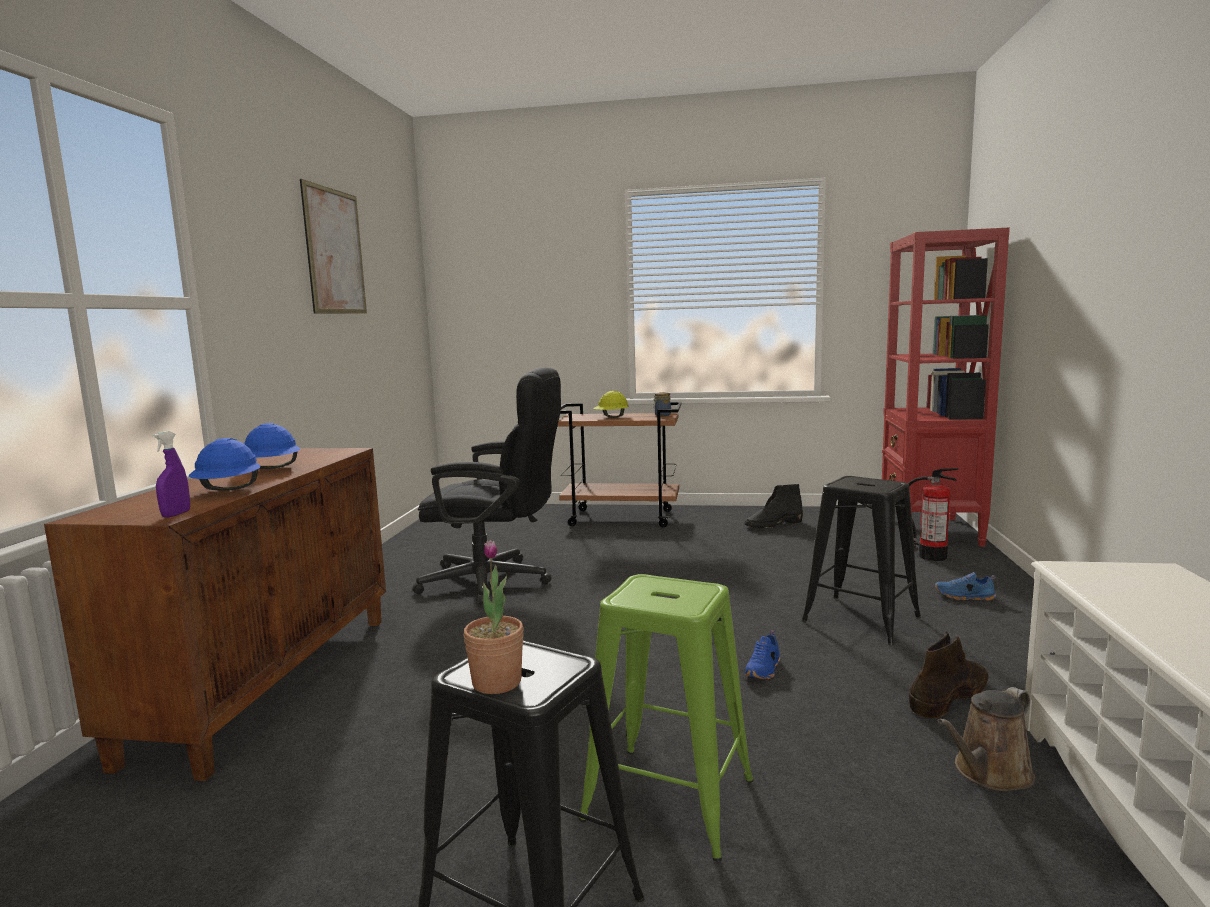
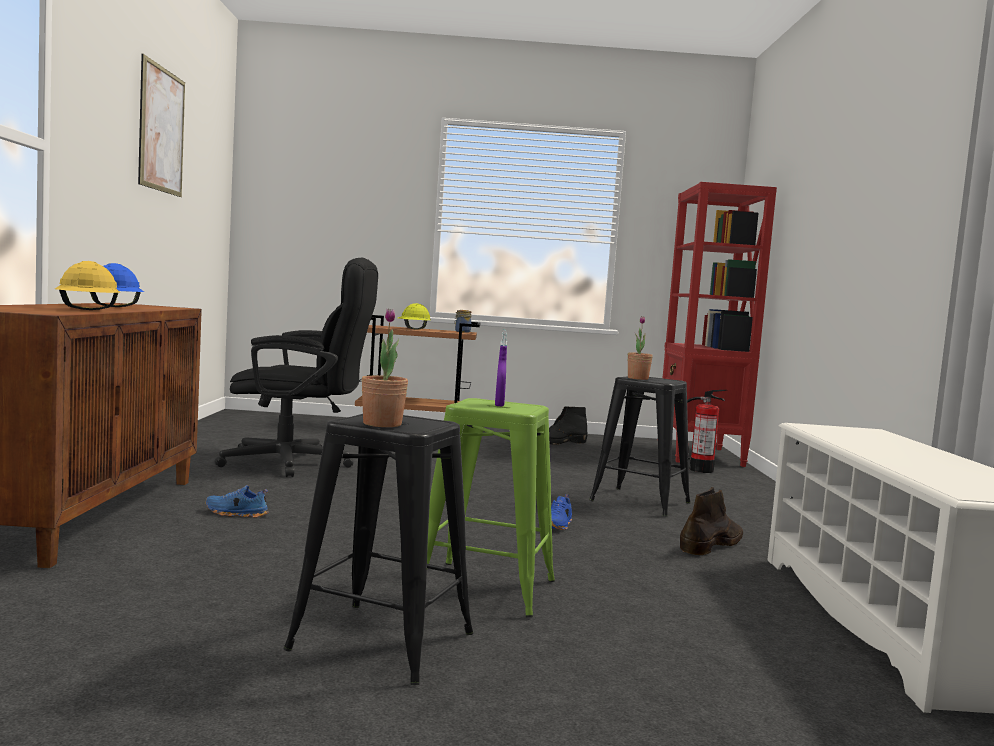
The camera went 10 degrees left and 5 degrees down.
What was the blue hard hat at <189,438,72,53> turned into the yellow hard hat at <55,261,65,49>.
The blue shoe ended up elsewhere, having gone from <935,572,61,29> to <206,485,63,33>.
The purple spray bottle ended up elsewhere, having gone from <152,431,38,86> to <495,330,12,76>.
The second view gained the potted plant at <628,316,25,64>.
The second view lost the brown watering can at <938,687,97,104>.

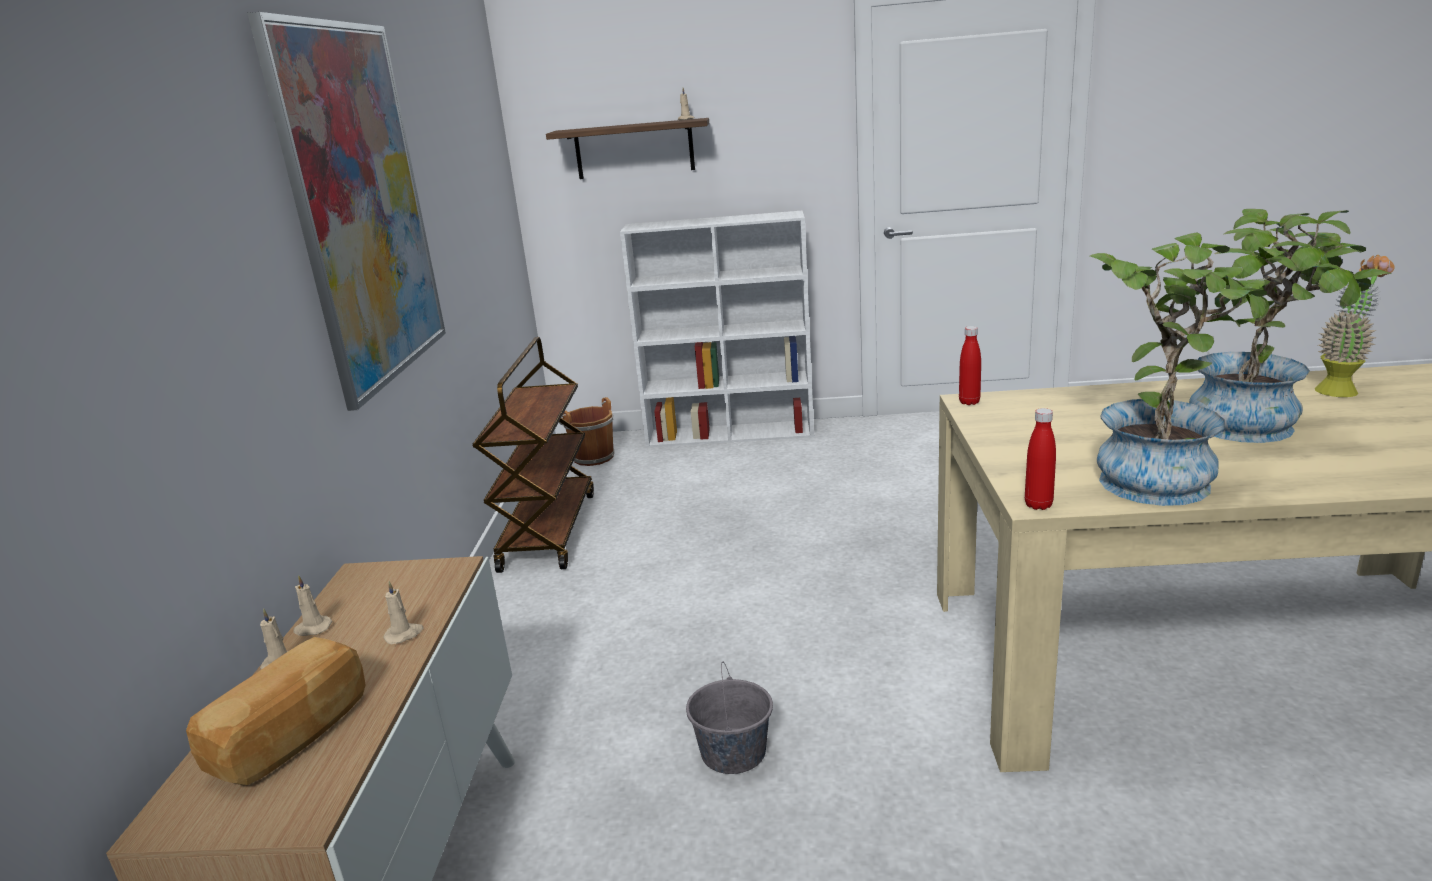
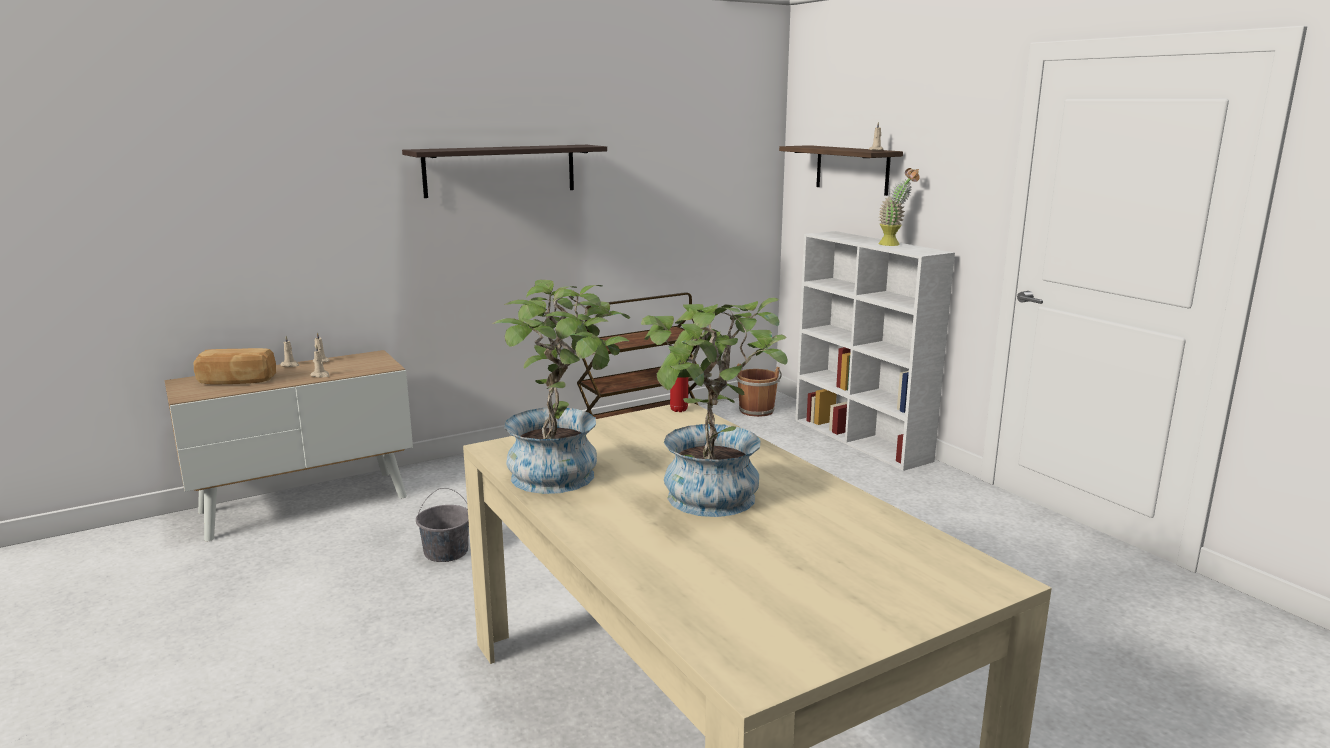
The camera went 55 degrees right and 5 degrees down.
Where the picture hung at <247,12,199,399>, the shelf came to hang at <402,145,205,53>.
The potted plant ended up elsewhere, having gone from <1315,255,80,142> to <878,168,42,78>.
The second view lost the red bottle at <1025,408,31,102>.

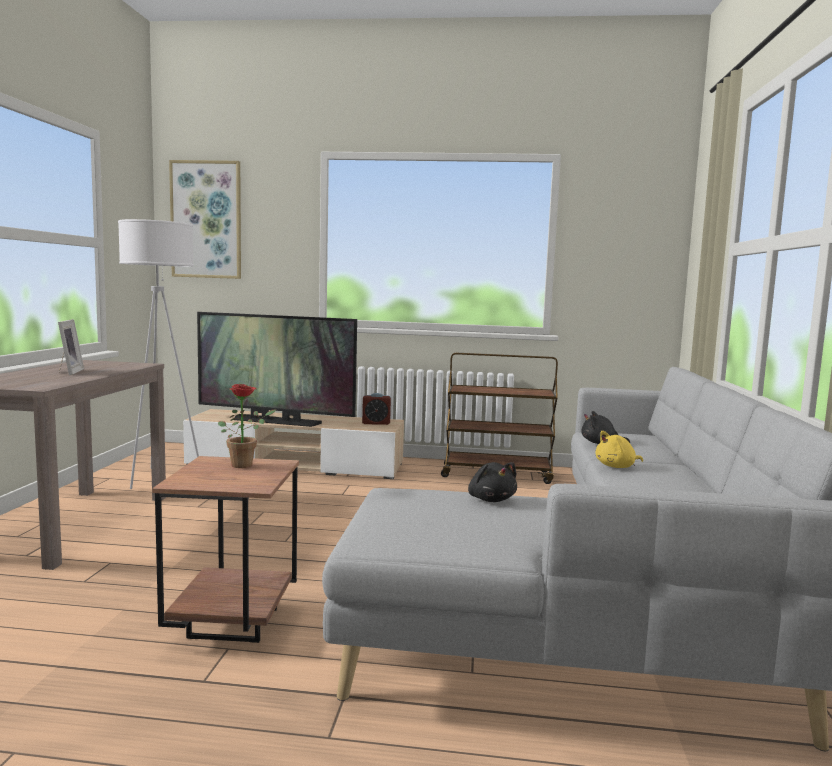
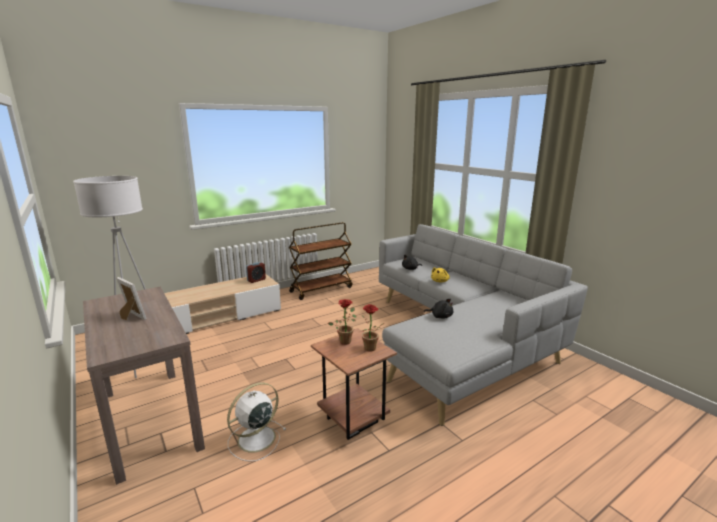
The camera went 40 degrees left and 10 degrees up.
The second view gained the white fan at <227,382,60,80>.
The second view gained the potted plant at <362,304,22,48>.
The second view lost the picture at <169,160,72,119>.
The second view lost the television at <197,312,160,115>.

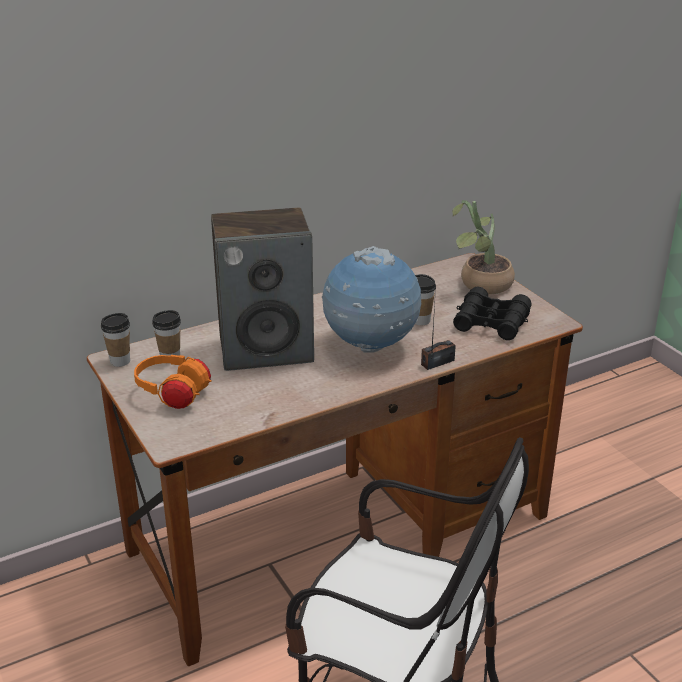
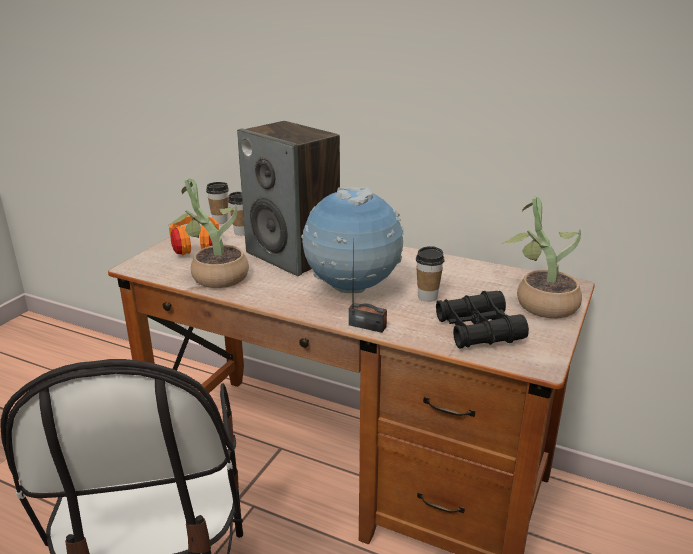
The camera went 55 degrees right and 5 degrees down.
The second view gained the potted plant at <169,178,80,110>.

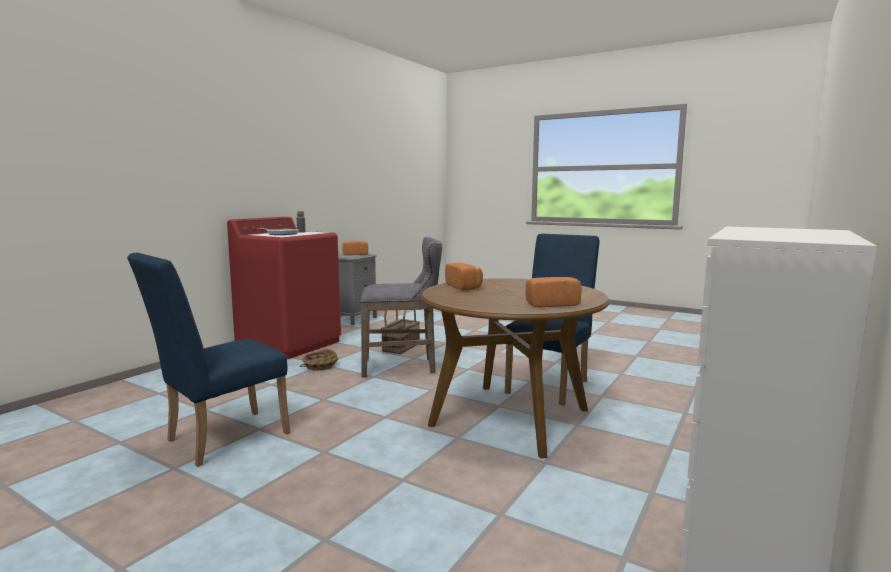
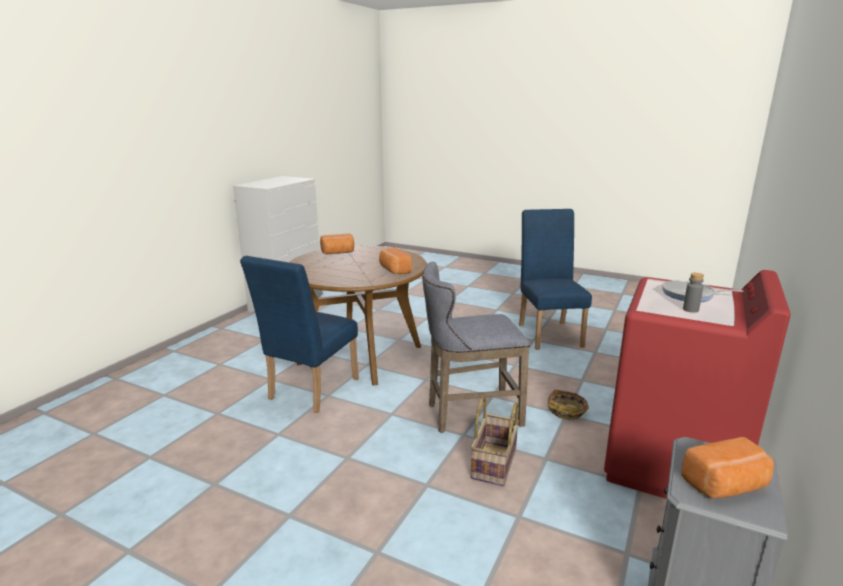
The camera went 175 degrees right and 10 degrees up.
The blue chair at <127,253,163,214> ended up facing another way, 45 degrees counterclockwise from before.

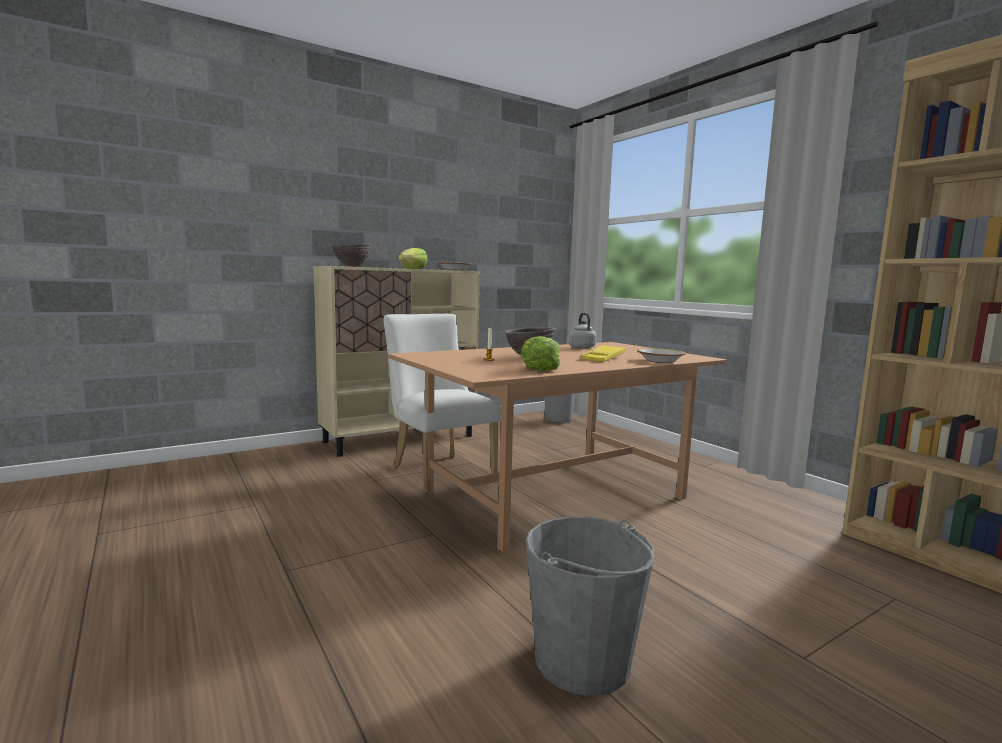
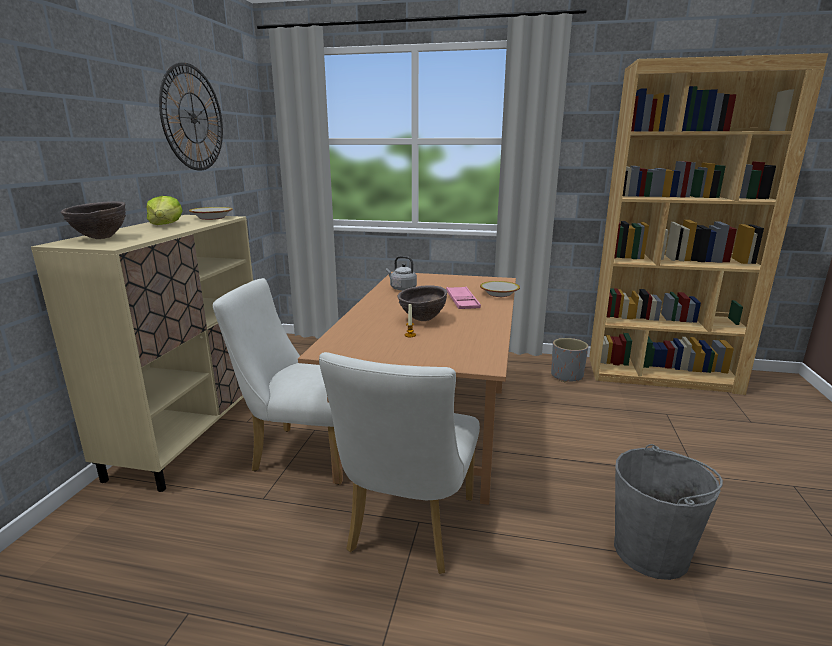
The camera went 45 degrees left and 10 degrees up.
The second view gained the wall clock at <159,62,64,108>.
The second view gained the white chair at <319,352,161,222>.
What was the yellow tray at <581,345,45,17> turned into the pink tray at <446,287,35,22>.
The grey planter ended up elsewhere, having gone from <545,394,29,30> to <551,338,37,44>.
The second view lost the lettuce at <521,336,40,35>.

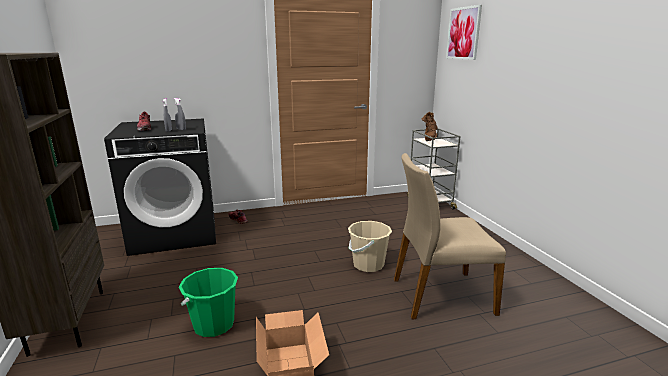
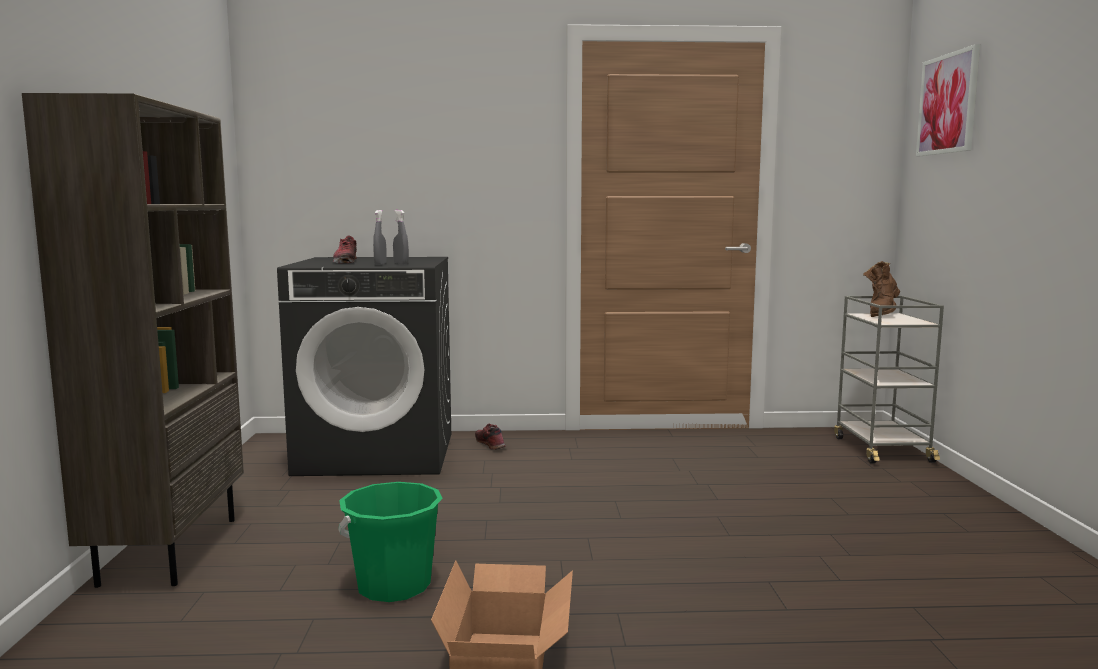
The camera went 15 degrees right and 10 degrees down.
The second view lost the beige bucket at <348,221,44,51>.
The second view lost the beige chair at <394,153,112,166>.

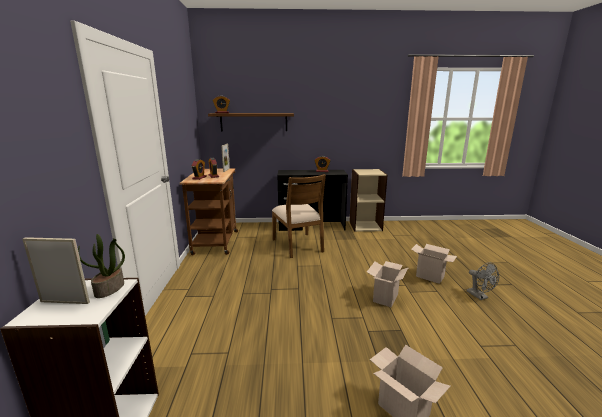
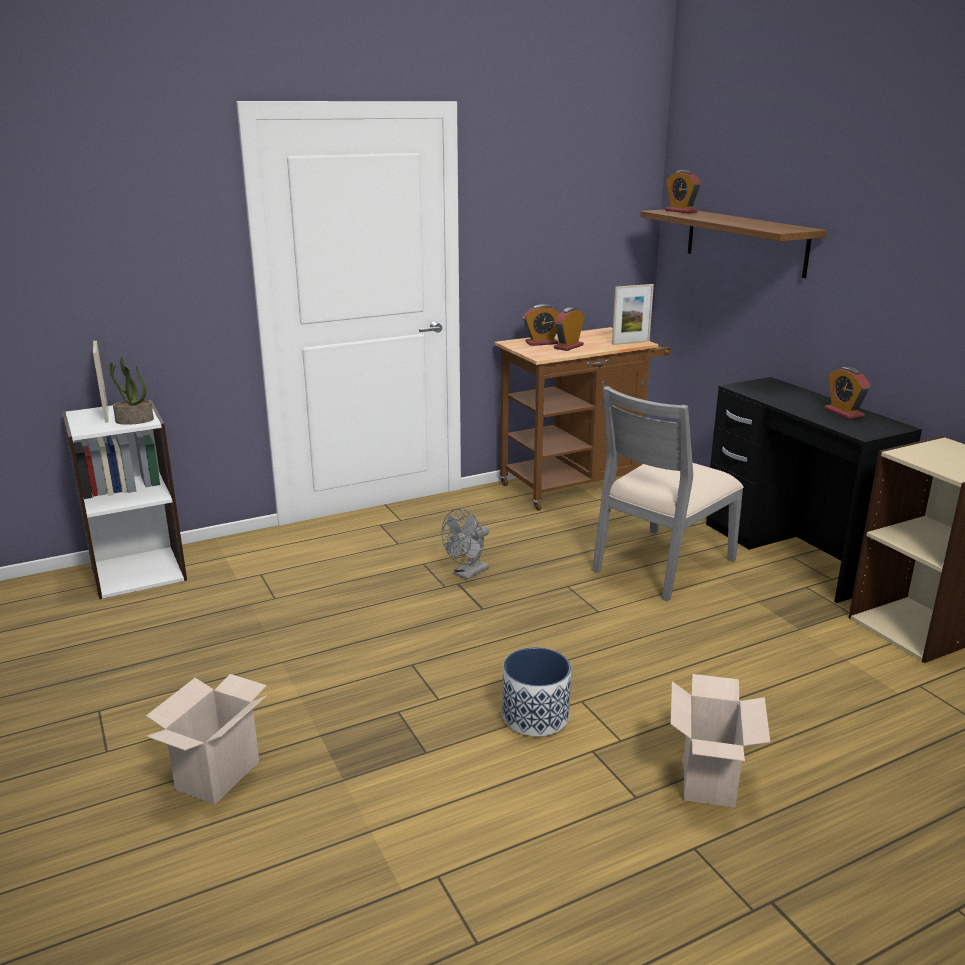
The camera went 65 degrees right and 5 degrees up.
The grey fan ended up elsewhere, having gone from <467,263,32,37> to <442,509,47,71>.
Where the cardboard box stood at <367,261,42,46>, the planter came to stand at <503,647,68,89>.
What was the brown chair at <272,174,54,84> turned into the grey chair at <592,386,152,215>.

